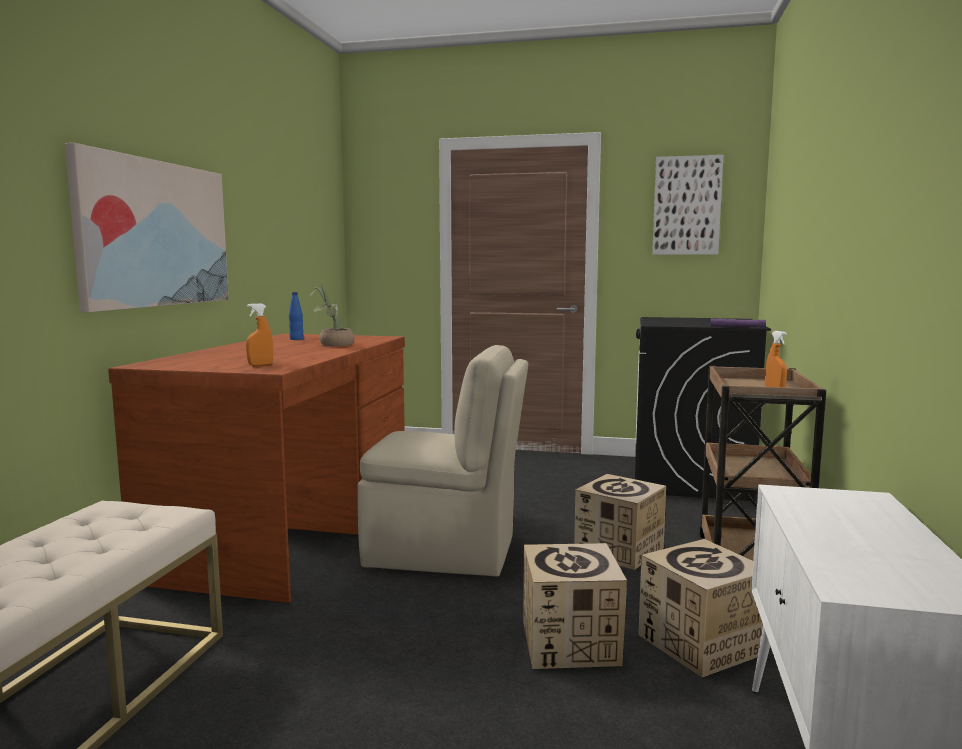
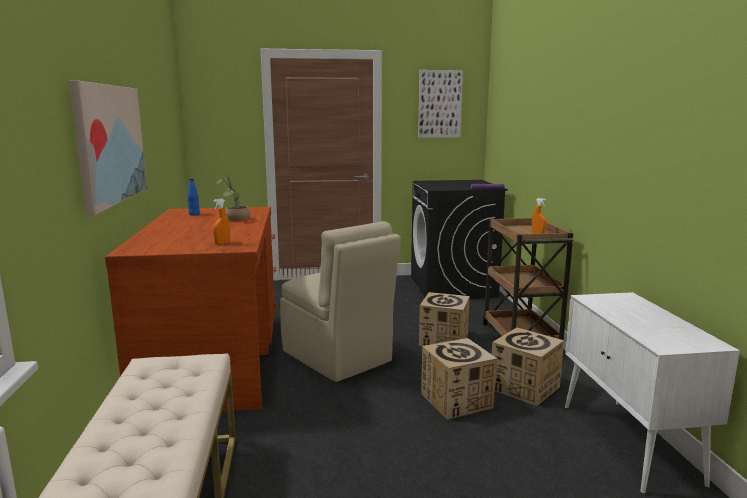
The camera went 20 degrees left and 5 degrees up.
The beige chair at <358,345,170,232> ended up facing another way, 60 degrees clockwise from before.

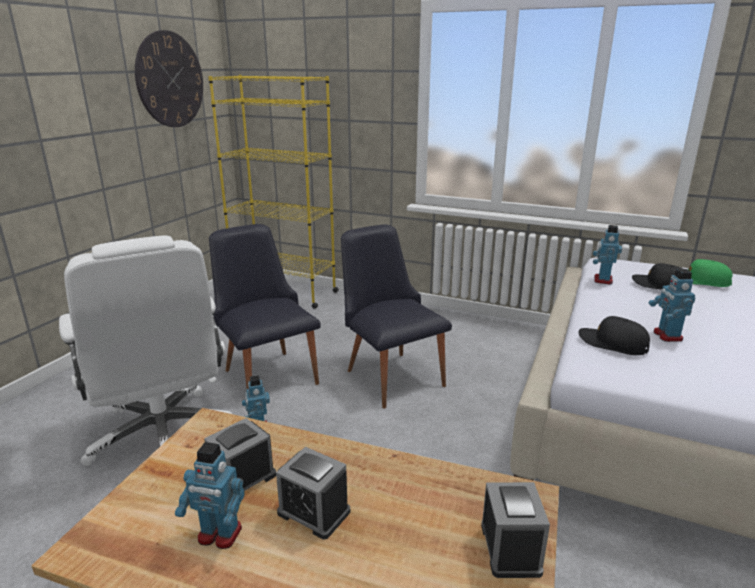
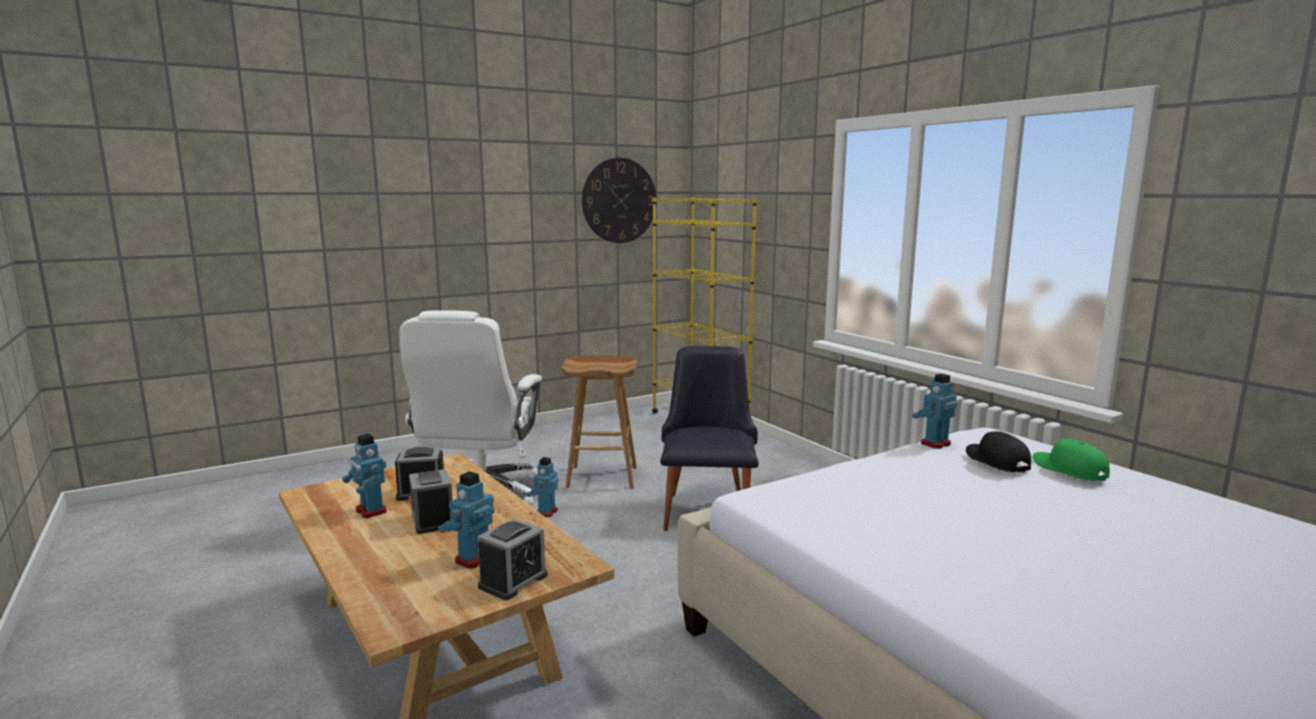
The camera went 35 degrees right and 10 degrees down.
The toy robot ended up elsewhere, having gone from <649,269,47,73> to <438,471,57,98>.
Where the black chair stood at <209,224,112,165>, the brown stool came to stand at <561,355,76,134>.
The second view lost the black cap at <578,316,72,39>.

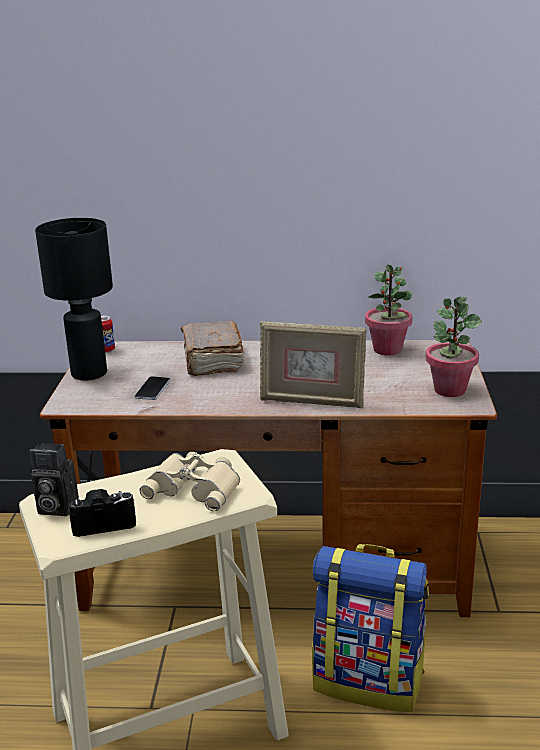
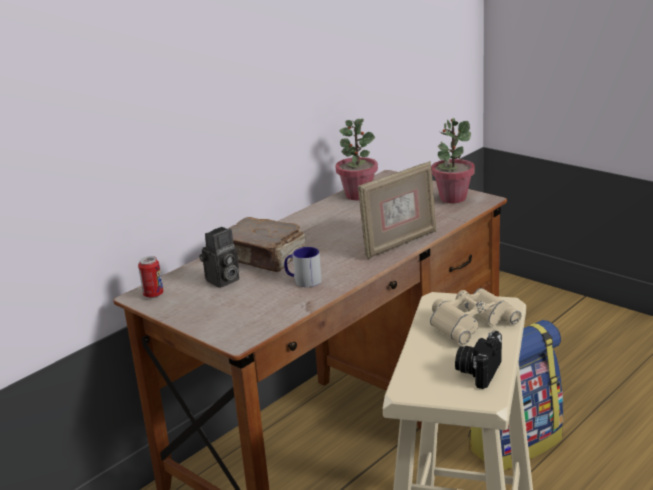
The camera went 50 degrees left and 0 degrees up.
The photo camera ended up elsewhere, having gone from <30,443,49,73> to <199,227,40,61>.
The second view gained the mug at <284,247,38,40>.
The second view lost the black table lamp at <35,218,78,163>.
The second view lost the phone at <134,377,37,23>.

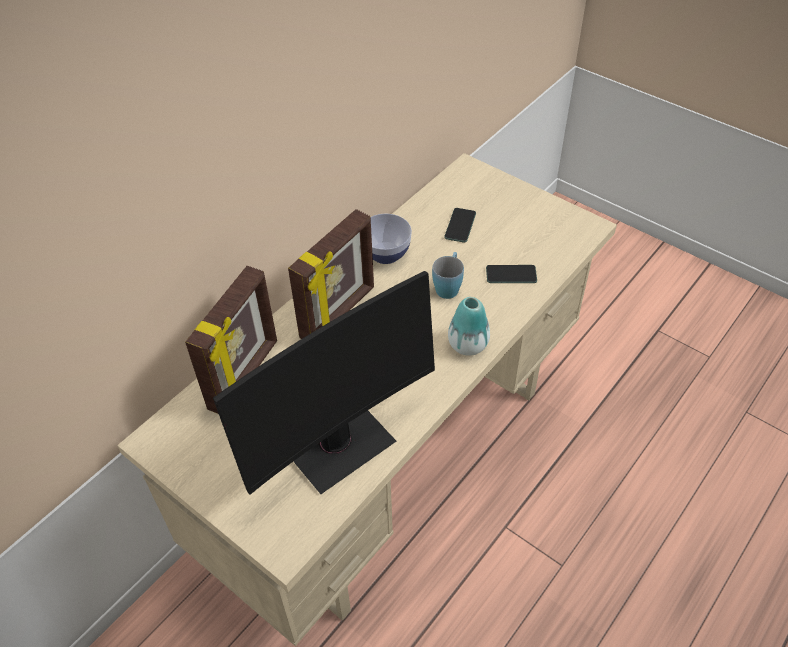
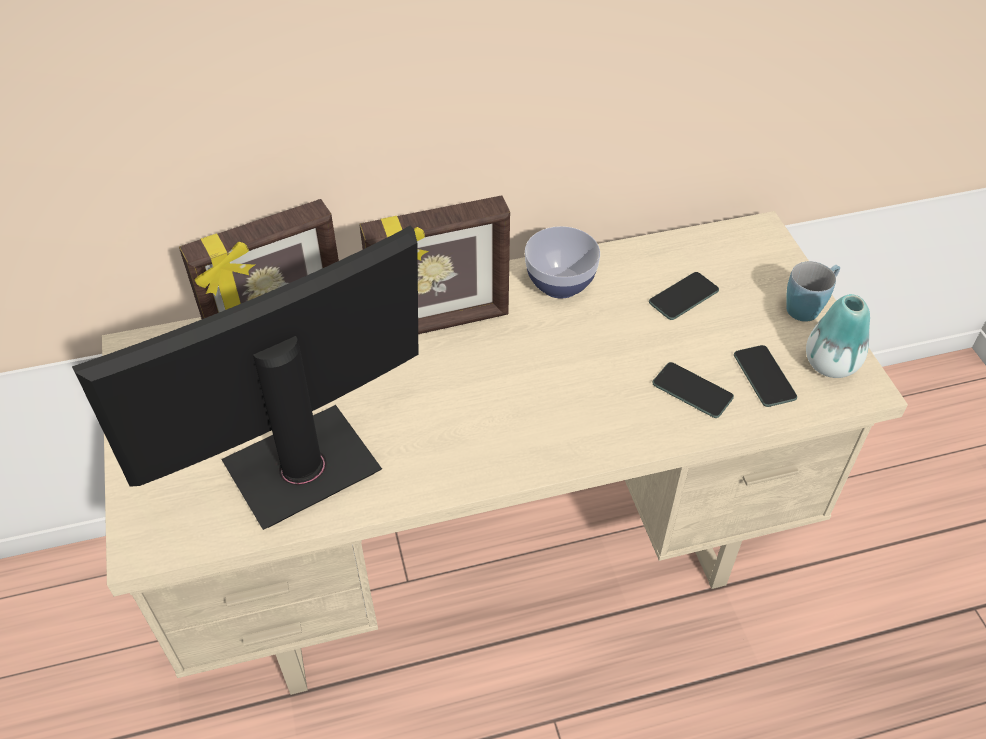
The camera went 35 degrees right and 0 degrees up.
The monitor at <213,271,222,224> ended up facing another way, 150 degrees clockwise from before.
The second view gained the phone at <734,345,63,62>.
The blue mug ended up elsewhere, having gone from <432,252,32,47> to <786,261,54,61>.
The vase ended up elsewhere, having gone from <448,297,42,59> to <806,294,64,84>.

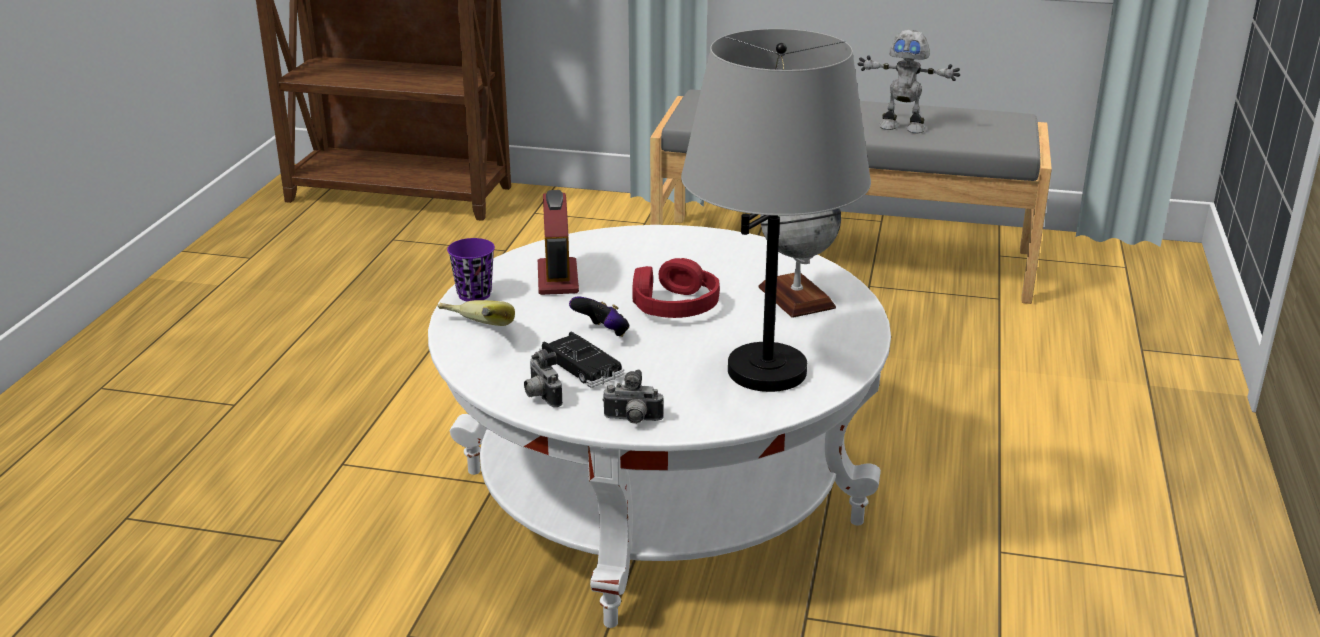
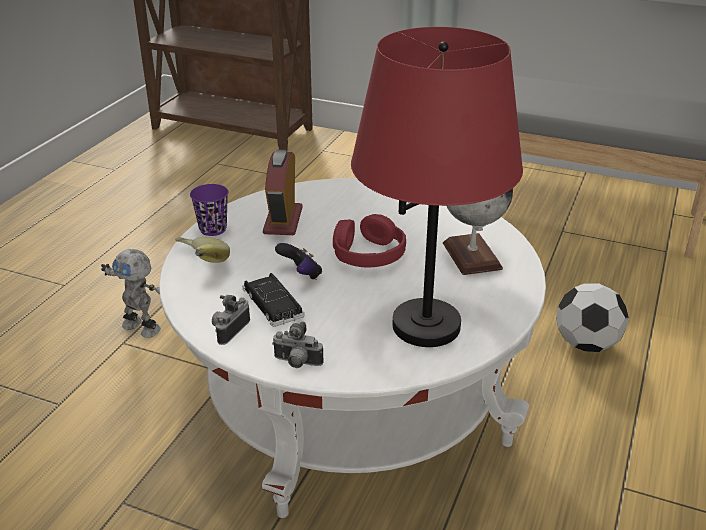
The camera went 10 degrees right and 5 degrees up.
The toy robot ended up elsewhere, having gone from <858,30,102,103> to <101,249,60,89>.
The photo camera at <524,349,39,58> ended up facing another way, 45 degrees clockwise from before.
What was the grey table lamp at <681,29,190,363> turned into the red table lamp at <351,27,172,320>.
The second view gained the football at <556,283,73,69>.

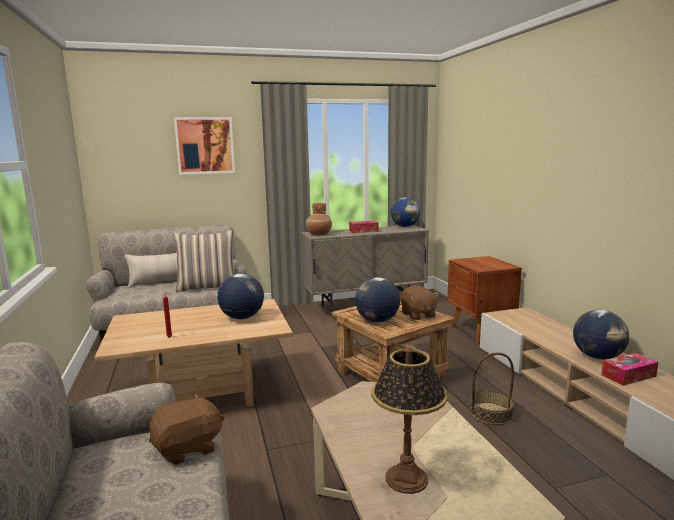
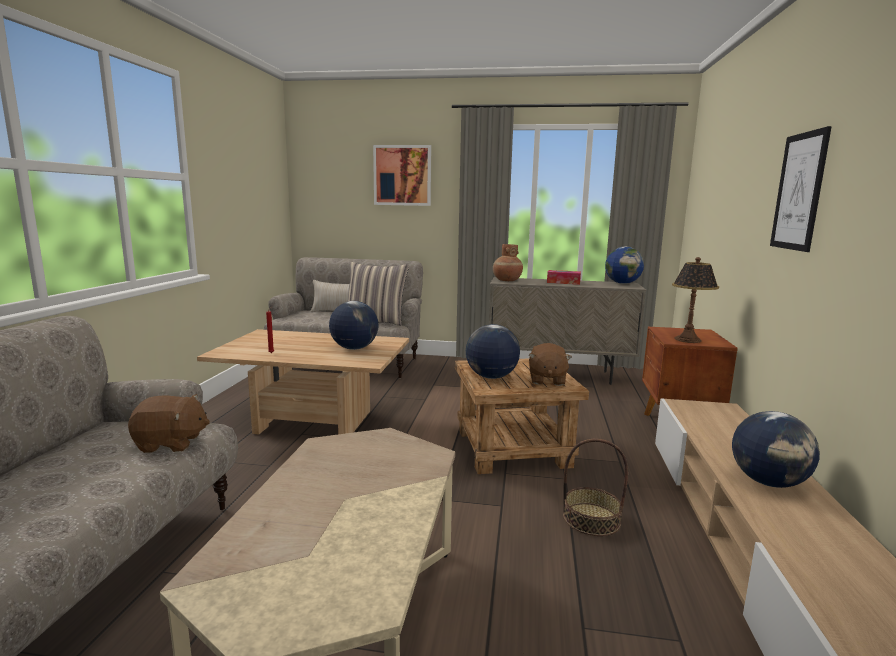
The camera went 25 degrees right and 0 degrees up.
The table lamp ended up elsewhere, having gone from <371,346,77,148> to <672,257,47,86>.
The second view gained the picture at <770,126,62,126>.
The second view lost the tissue box at <601,353,57,33>.

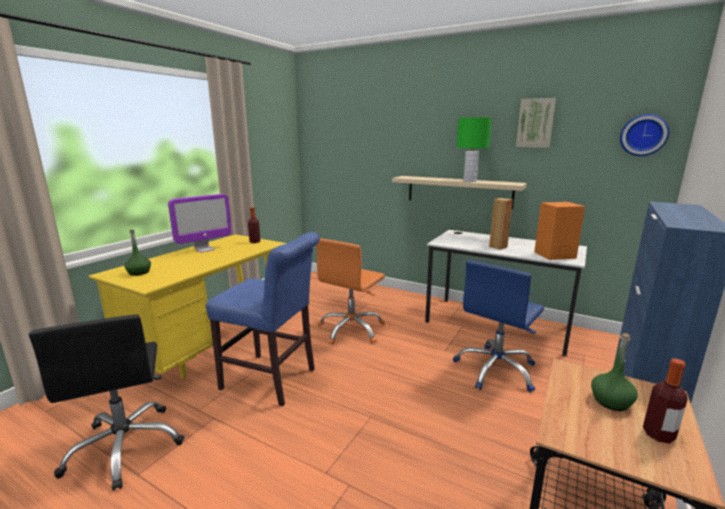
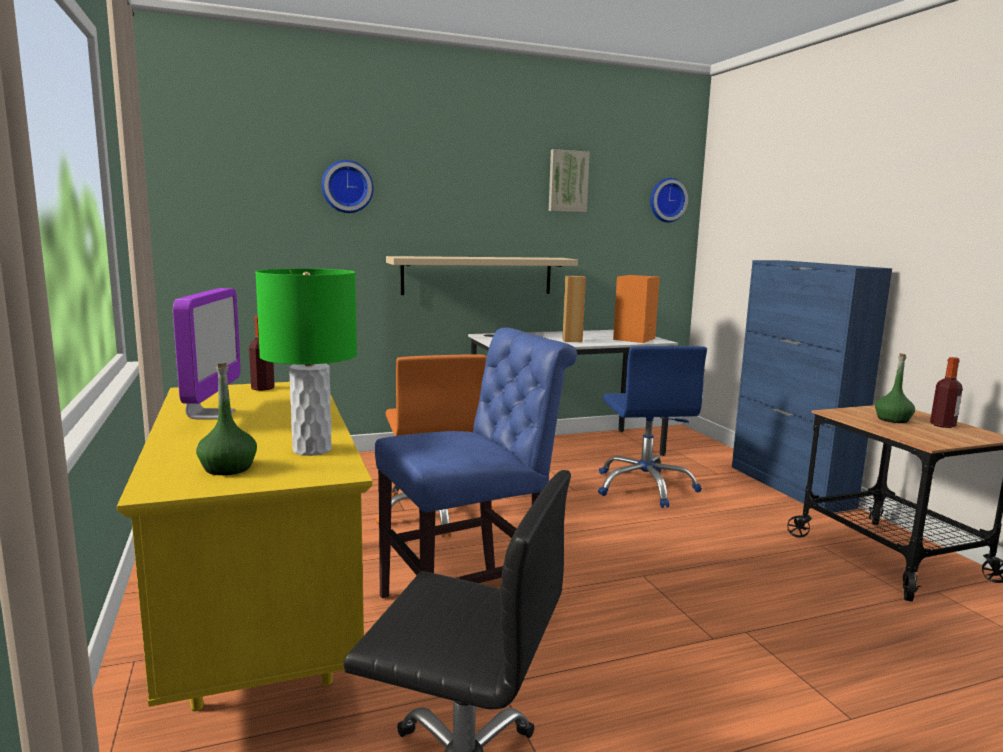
The camera went 50 degrees left and 5 degrees down.
The green table lamp ended up elsewhere, having gone from <457,118,35,64> to <255,268,102,188>.
The second view gained the wall clock at <321,160,53,53>.

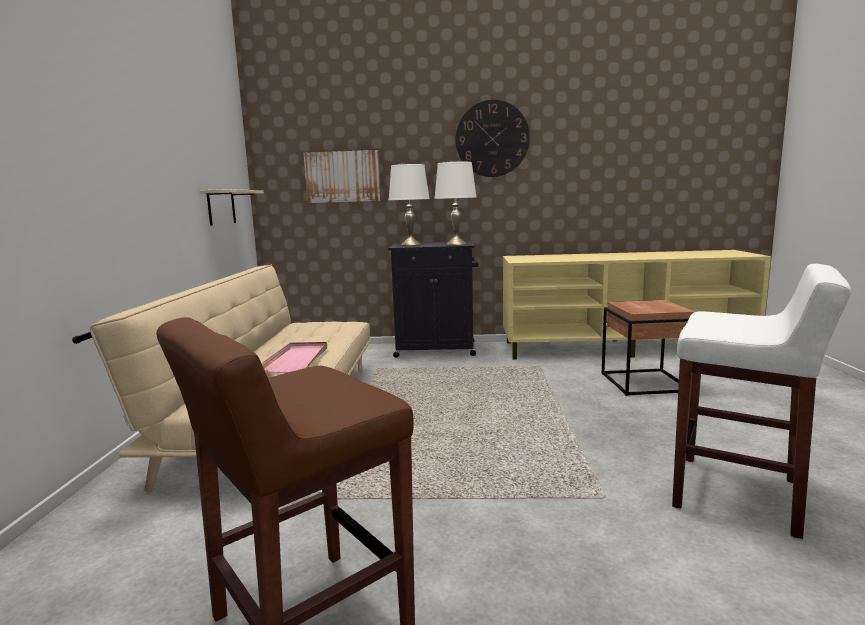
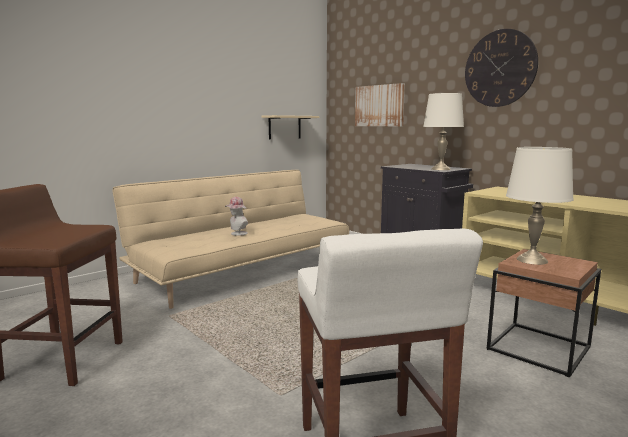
The camera went 45 degrees right and 0 degrees up.
Where the pink tray stood at <262,342,65,31>, the hat came to stand at <225,197,23,39>.
The white table lamp ended up elsewhere, having gone from <389,164,41,81> to <506,147,68,118>.

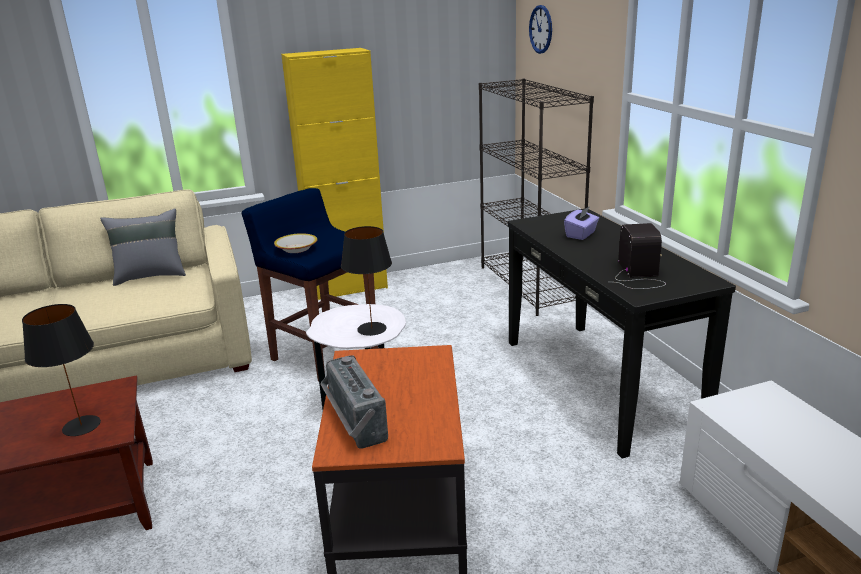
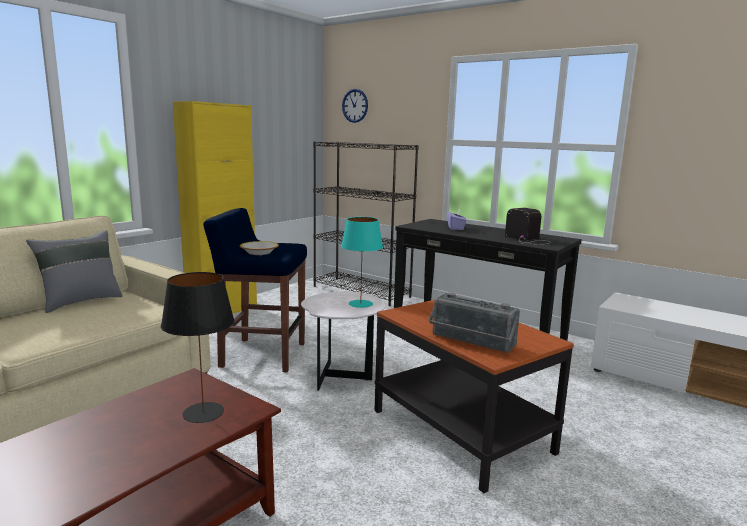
The camera went 35 degrees left and 10 degrees down.
What was the black table lamp at <341,226,51,110> turned into the turquoise table lamp at <341,217,42,91>.

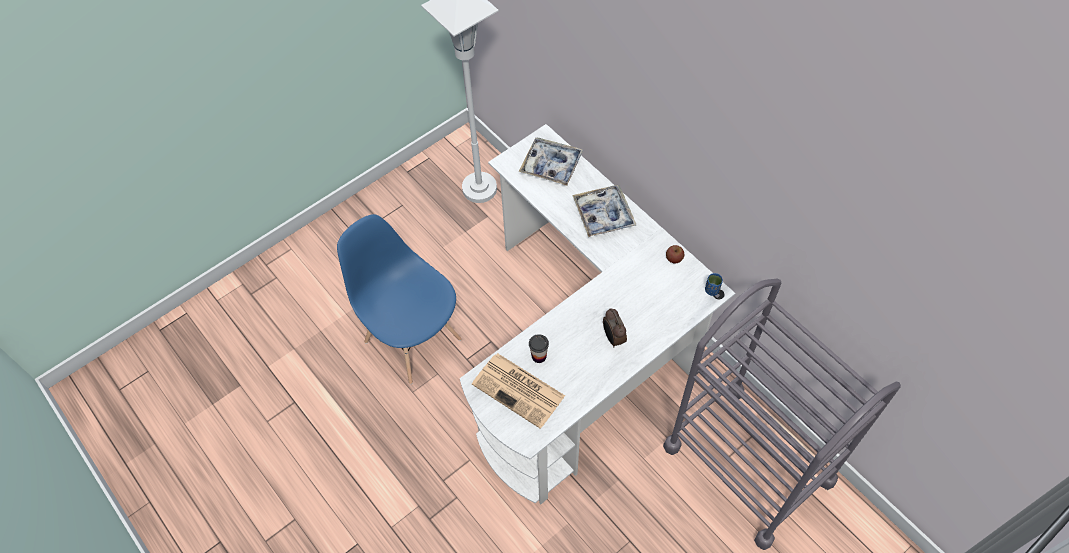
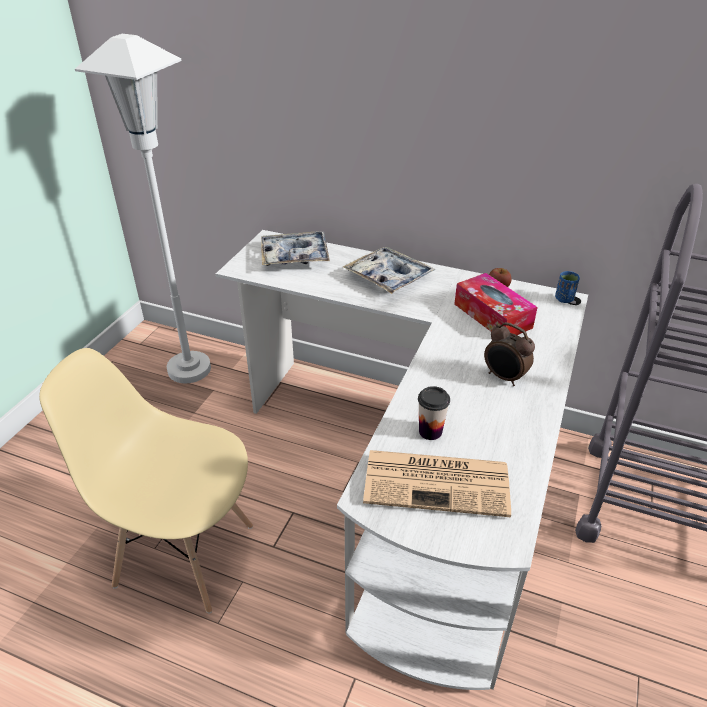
The camera went 30 degrees left and 20 degrees down.
What was the blue chair at <337,214,125,170> turned into the beige chair at <39,348,214,265>.
The second view gained the tissue box at <454,273,84,62>.

